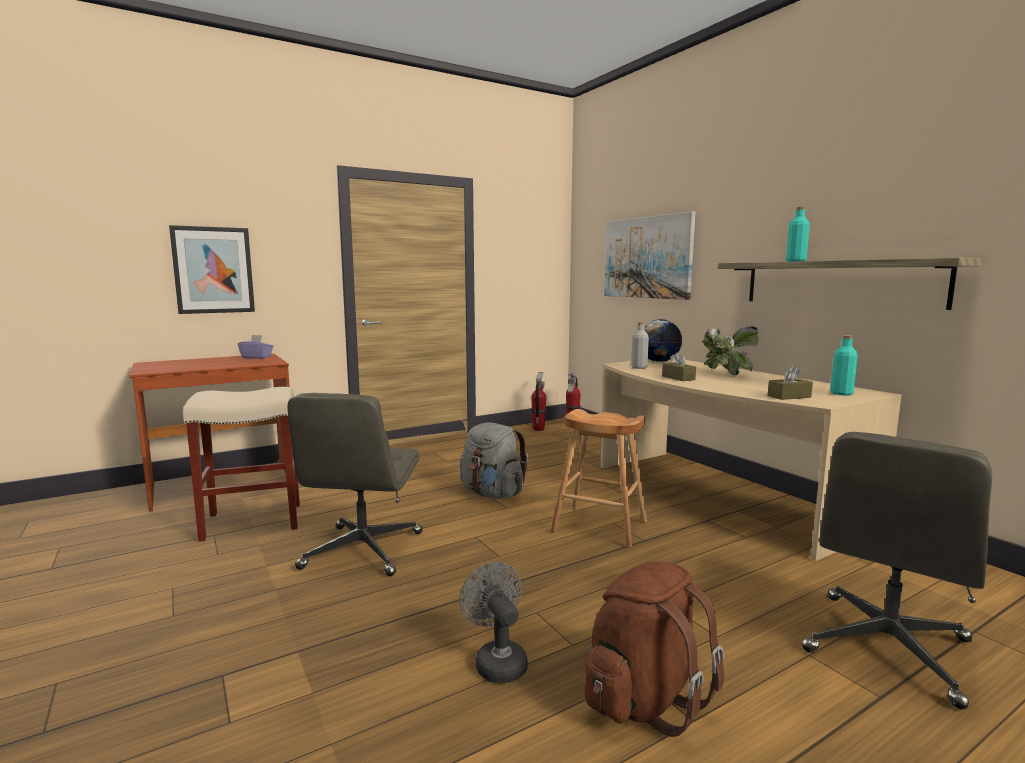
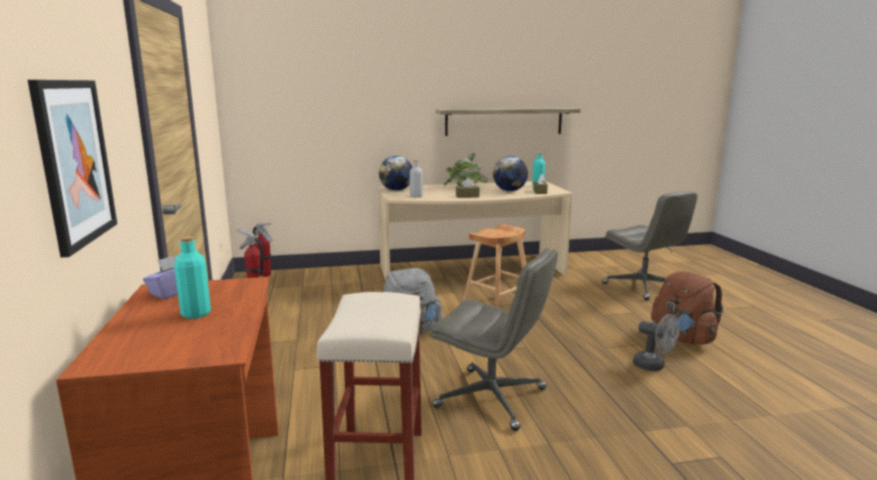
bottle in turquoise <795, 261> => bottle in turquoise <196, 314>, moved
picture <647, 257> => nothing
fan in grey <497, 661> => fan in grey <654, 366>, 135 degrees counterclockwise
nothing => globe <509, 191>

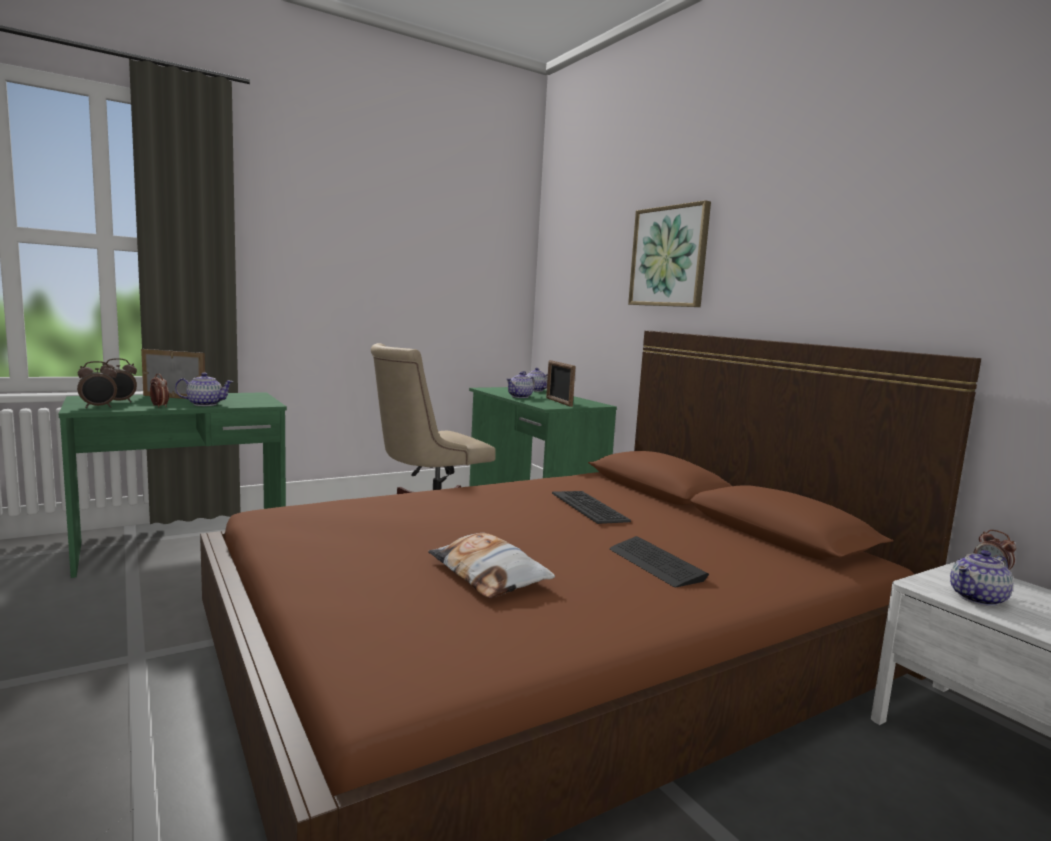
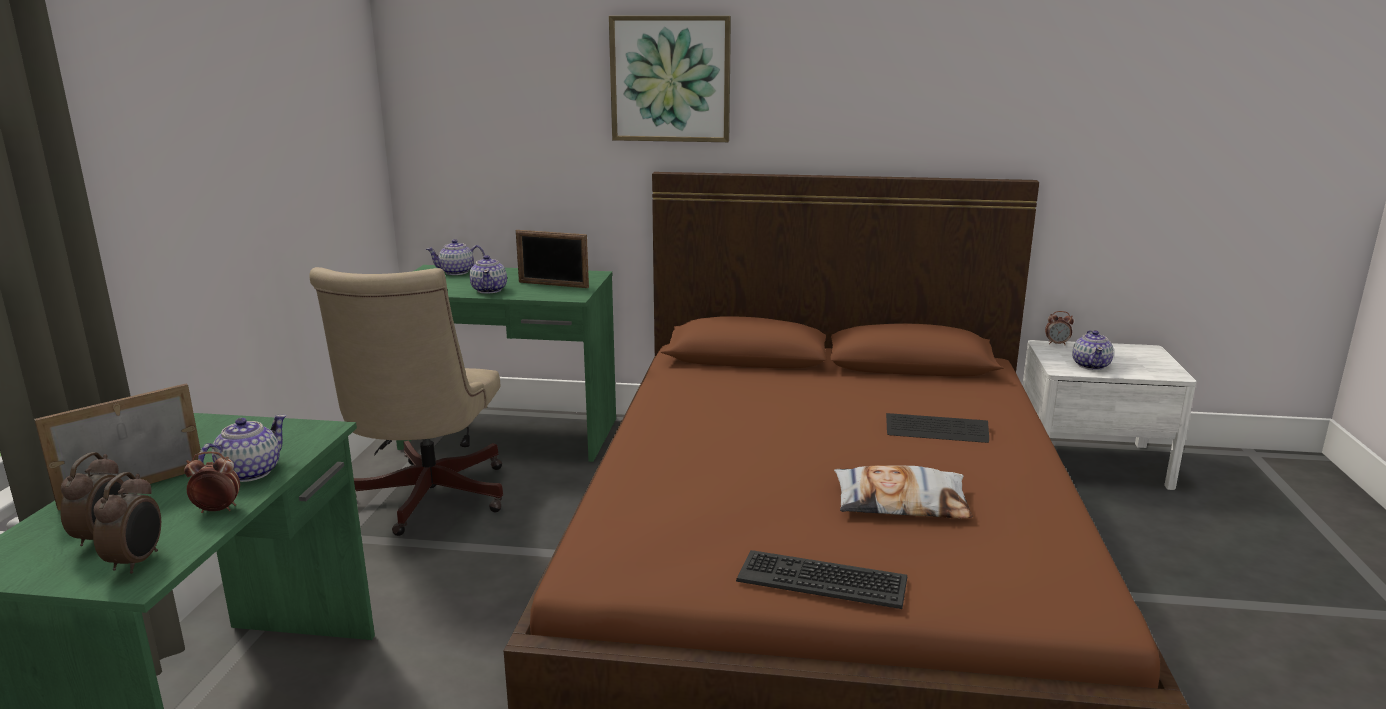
keyboard <589, 507> => keyboard <822, 579>, moved

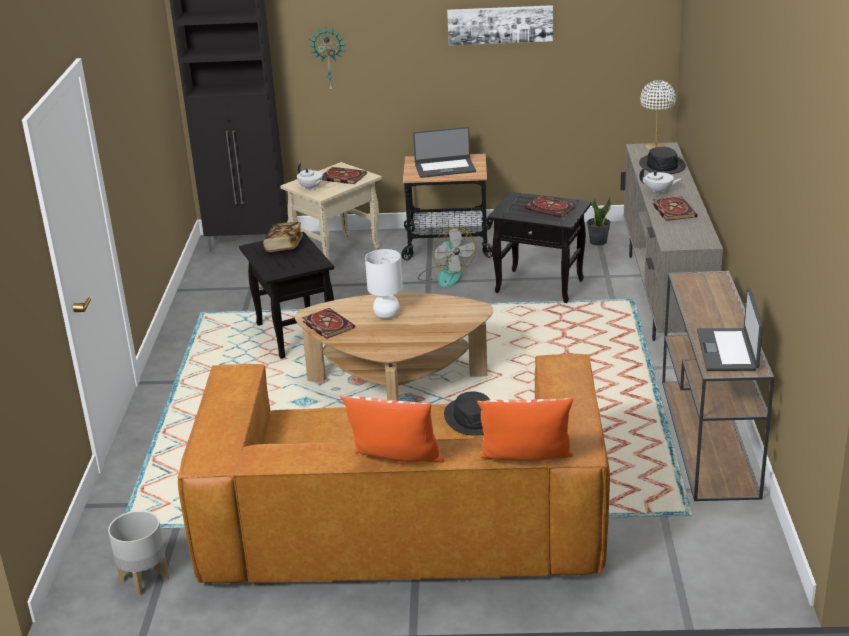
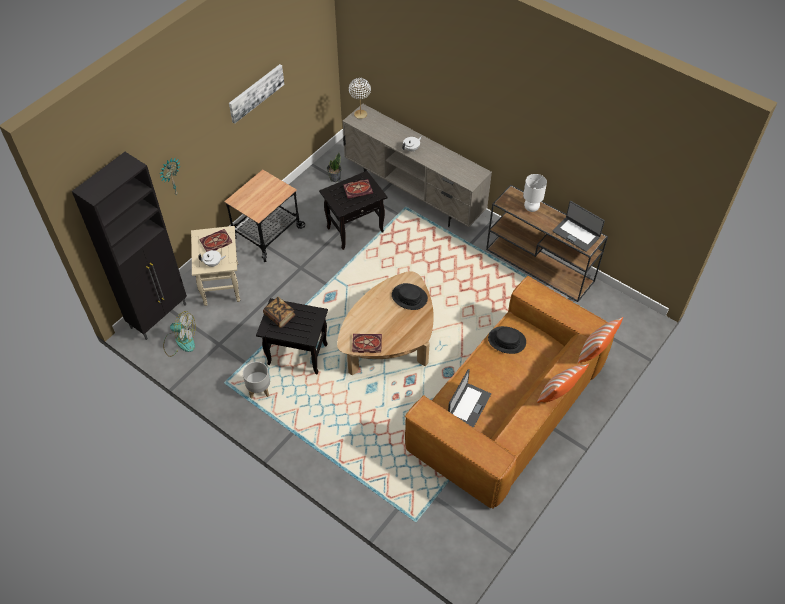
laptop <445, 168> => laptop <468, 405>, moved
hat in black <662, 165> => hat in black <409, 297>, moved
book <672, 210> => nothing
fan <445, 276> => fan <180, 342>, moved
table lamp in white <387, 315> => table lamp in white <531, 208>, moved
planter in grey <144, 580> => planter in grey <259, 390>, moved

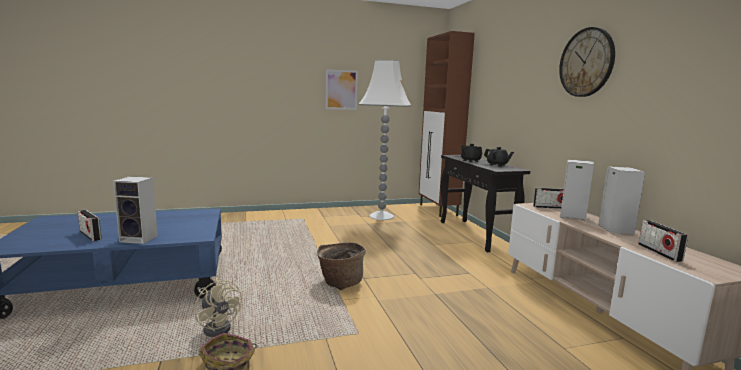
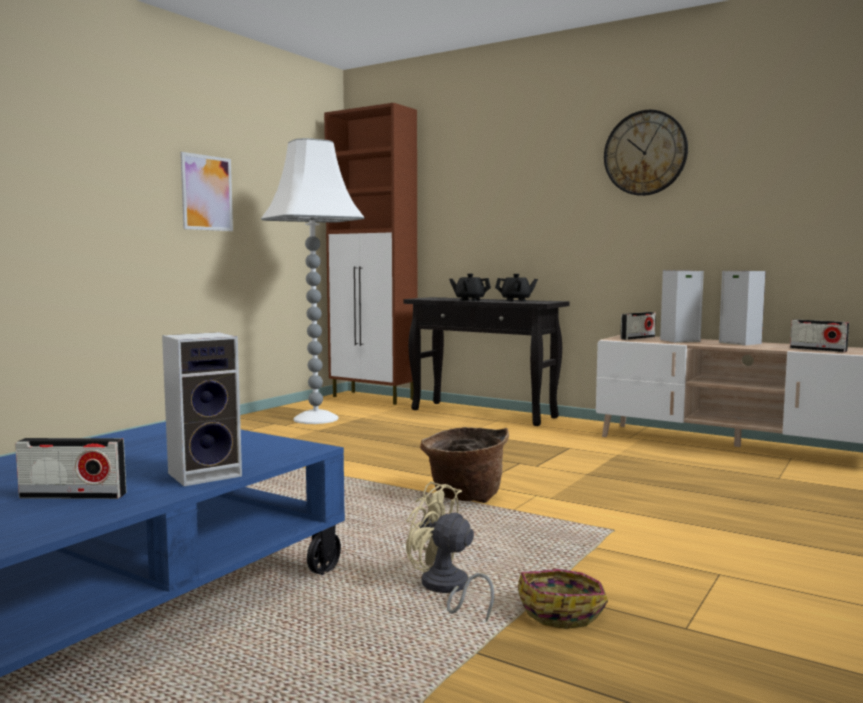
fan in beige <219, 327> => fan in beige <446, 589>, 150 degrees counterclockwise

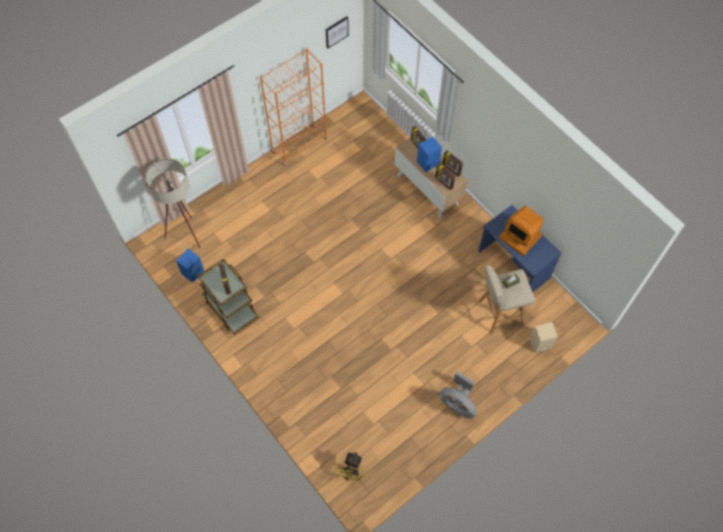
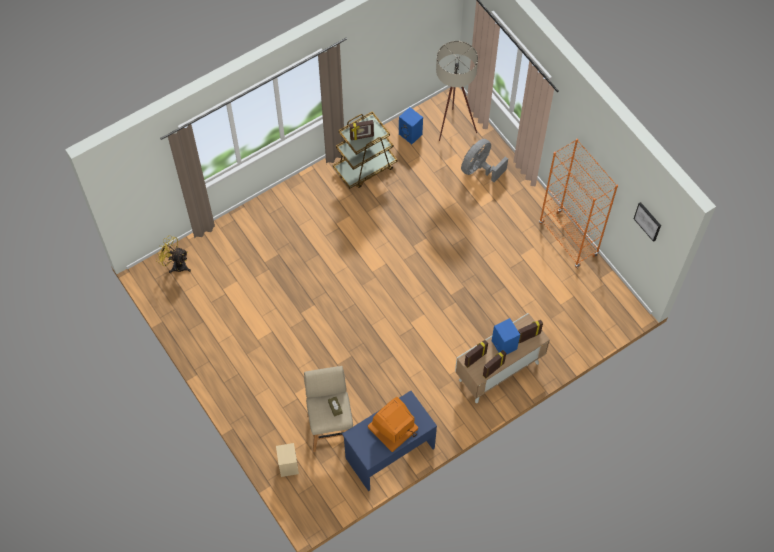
fan in grey <457, 404> => fan in grey <480, 169>, moved

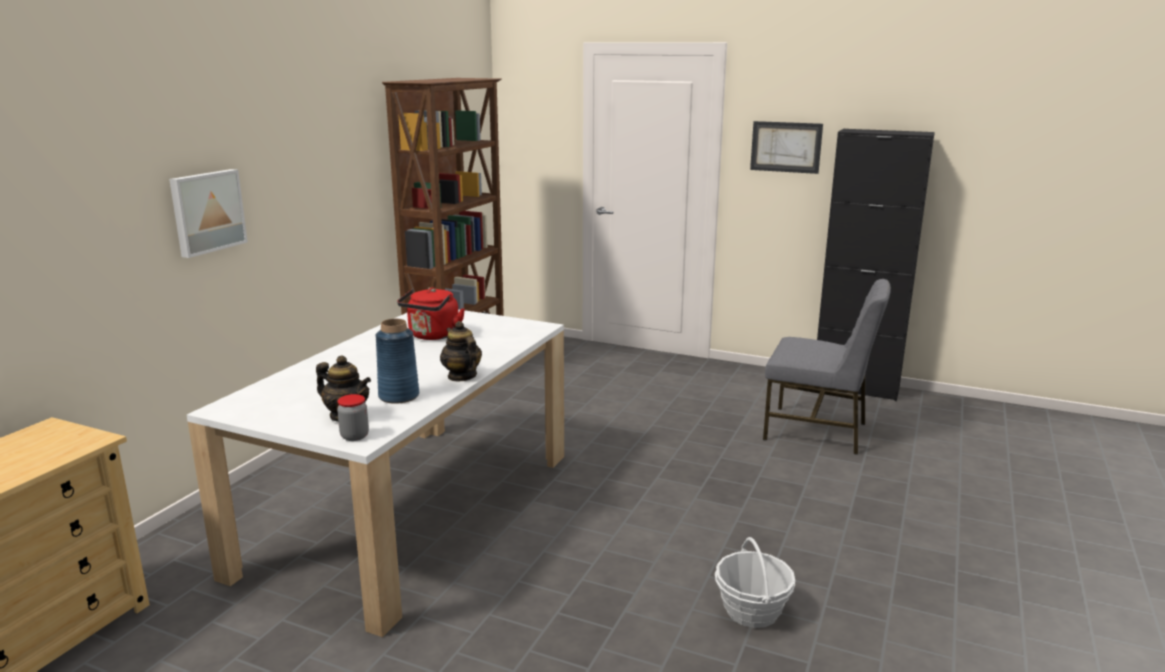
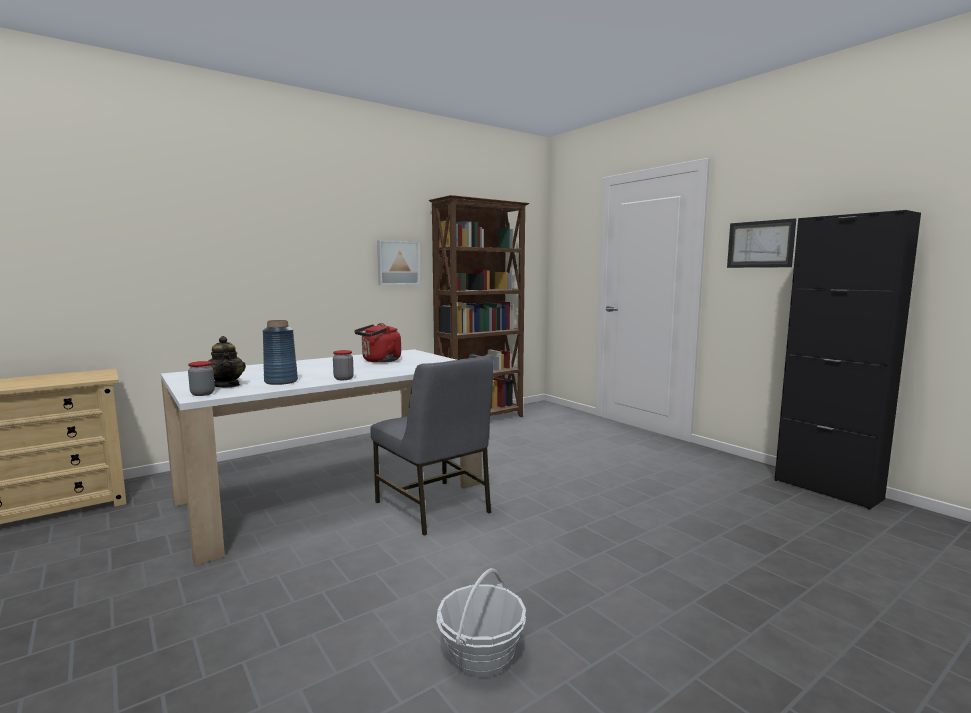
picture <206, 212> => picture <397, 263>, moved
chair in grey <817, 431> => chair in grey <434, 507>, moved
teapot <461, 376> => jar <343, 379>

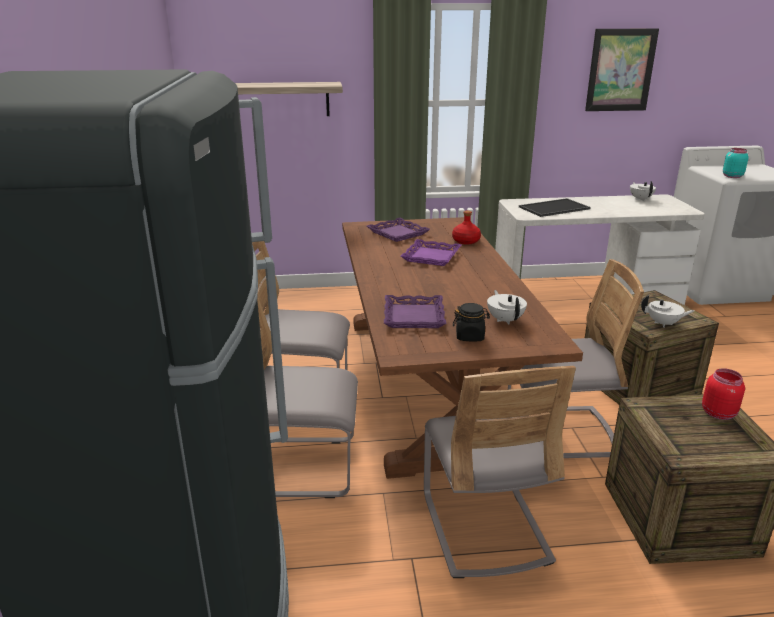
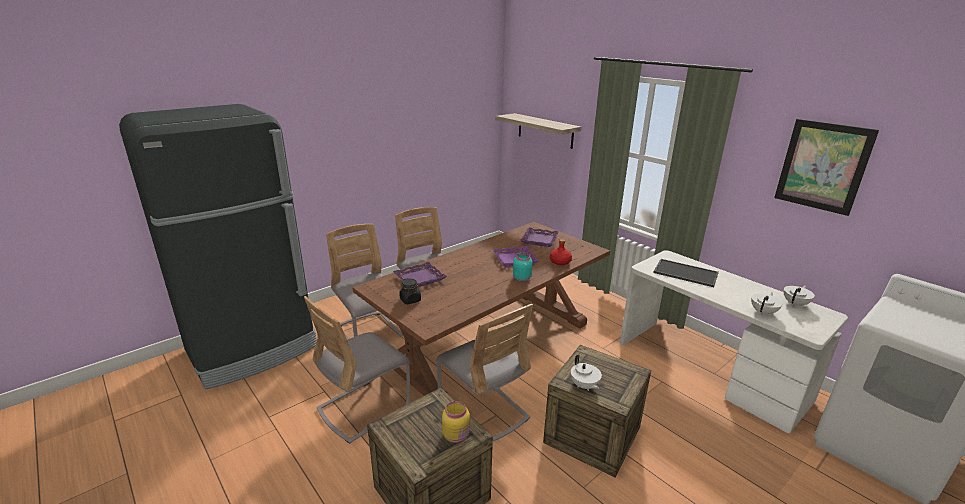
jar in turquoise <731, 176> => jar in turquoise <522, 278>, moved
teapot in white <505, 320> => teapot in white <763, 312>, moved
jar in red <718, 413> => jar in yellow <457, 435>

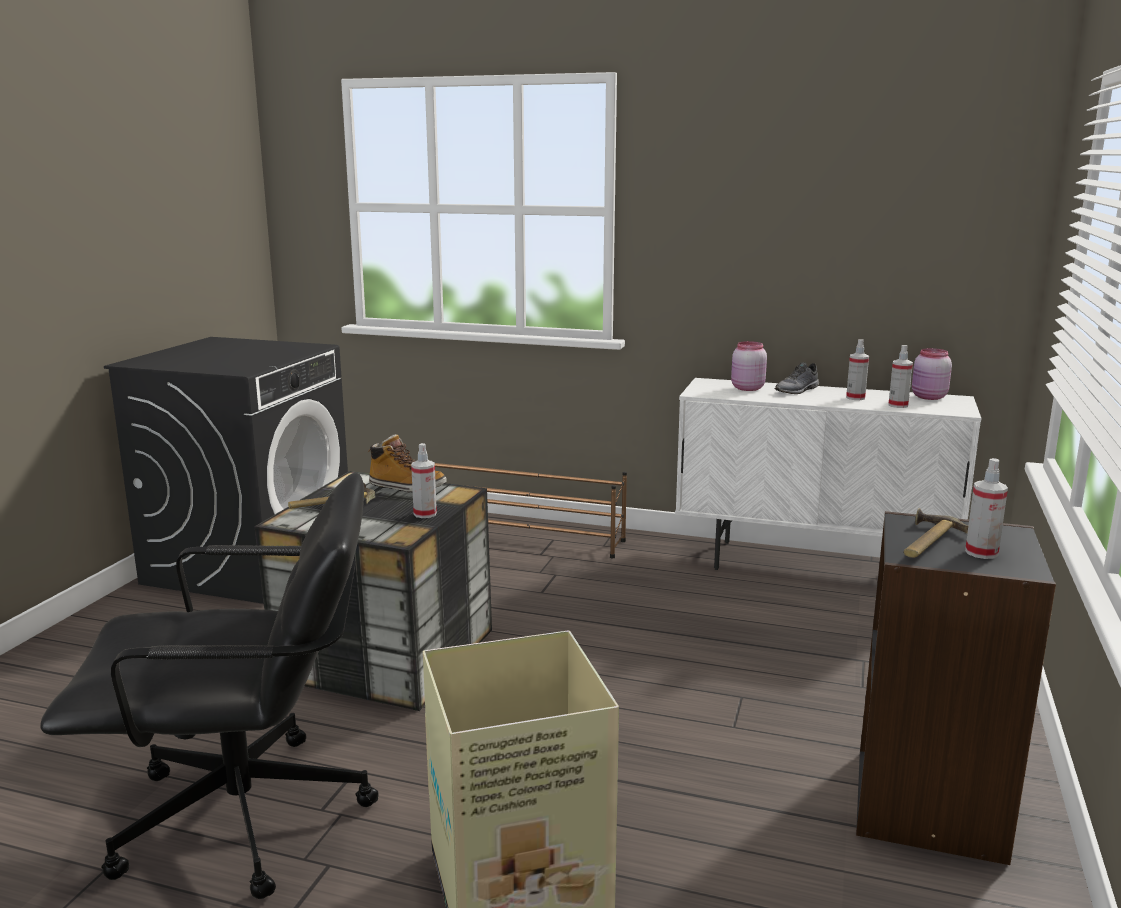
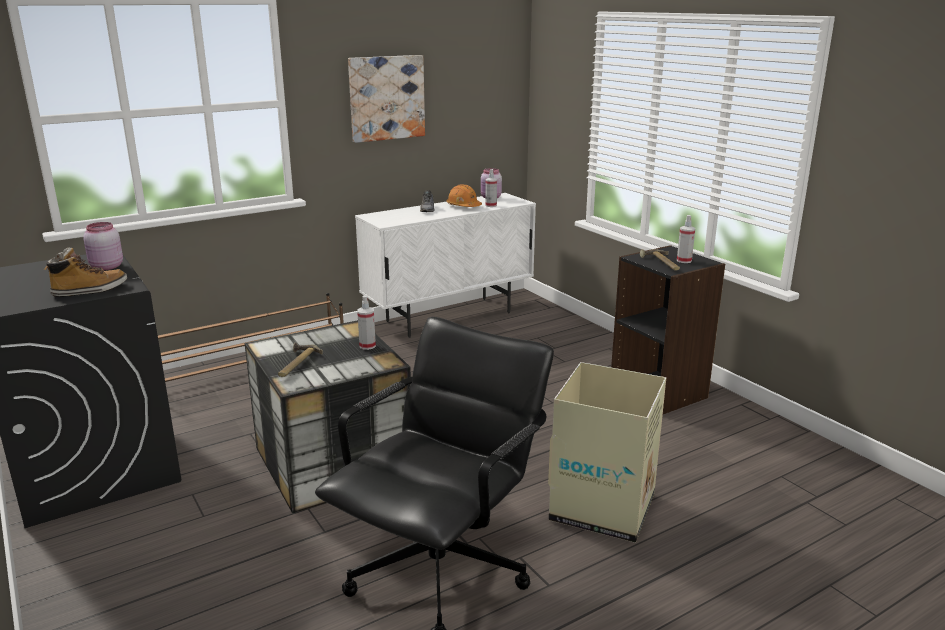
spray bottle <855, 398> => hard hat in orange <463, 206>
jar in pink <746, 388> => jar in pink <106, 267>, moved
boot <406, 487> => boot <90, 291>, moved
nothing => picture <386, 98>

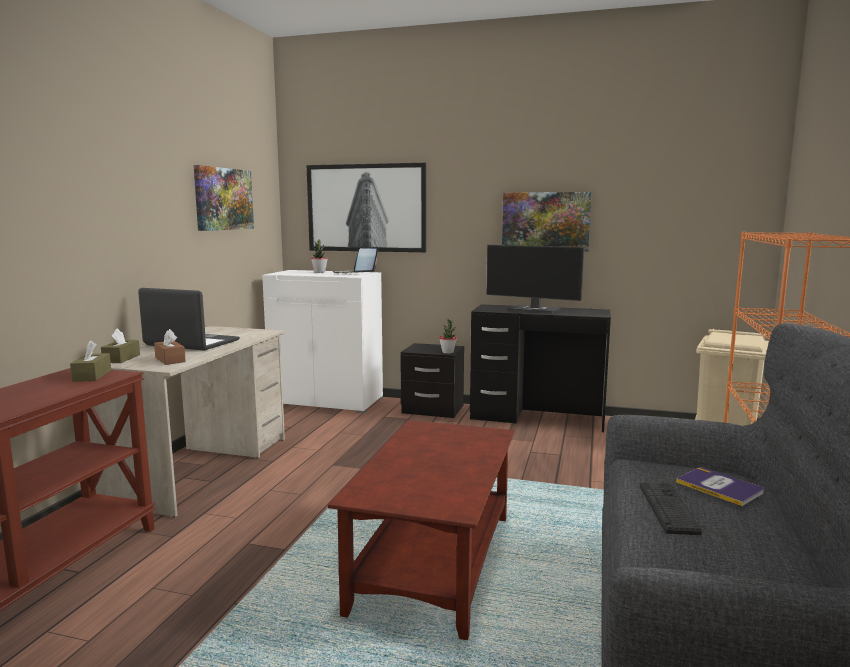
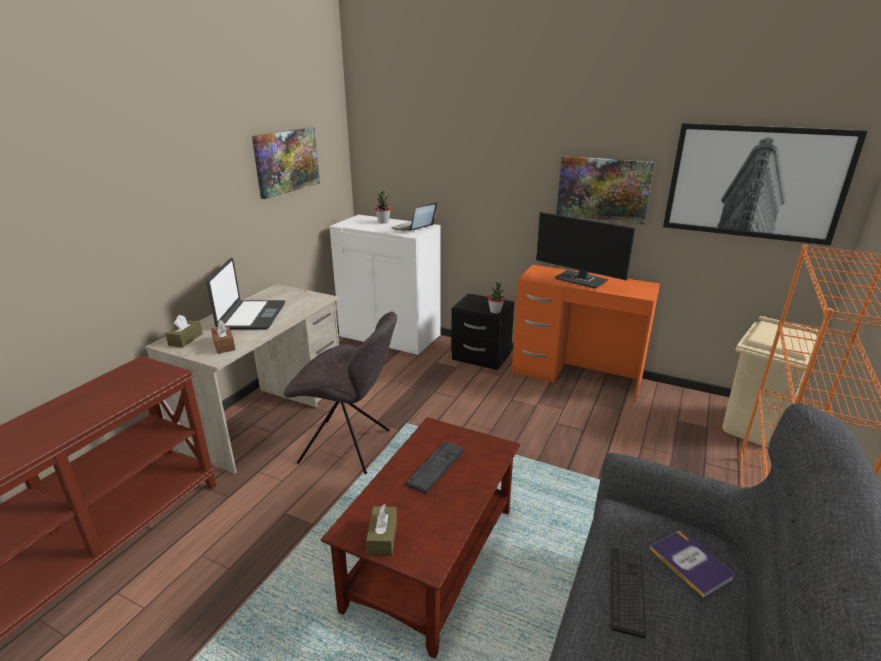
picture <366, 208> => picture <755, 183>, moved
laptop <191, 343> => laptop <251, 316>, 60 degrees clockwise
desk in black <537, 417> => desk in orange <576, 376>
tissue box in brown <92, 375> => tissue box in brown <382, 537>, moved
nothing => chair in grey <348, 447>
nothing => keyboard <435, 467>

